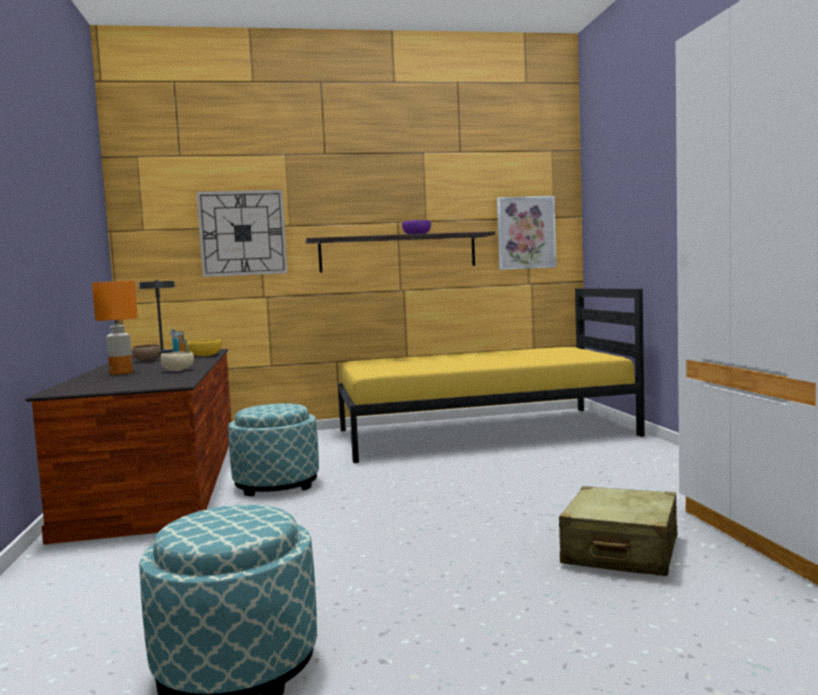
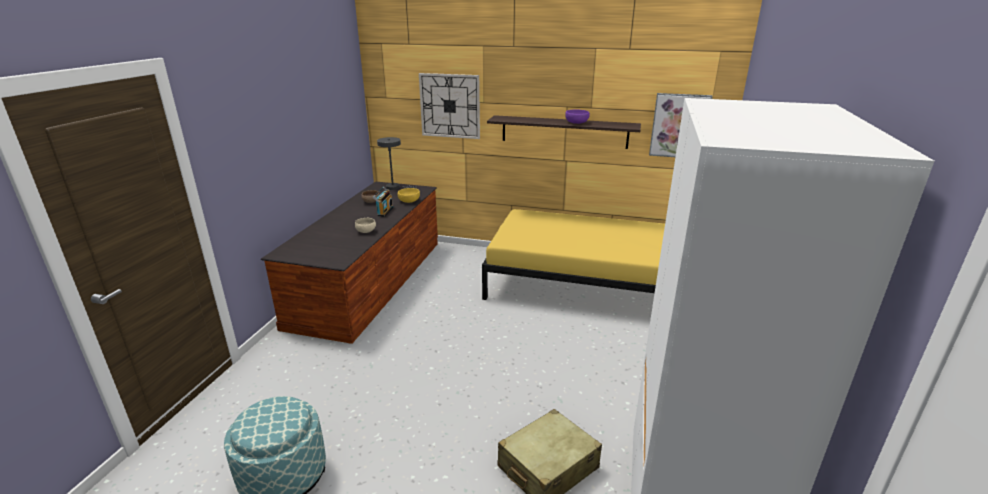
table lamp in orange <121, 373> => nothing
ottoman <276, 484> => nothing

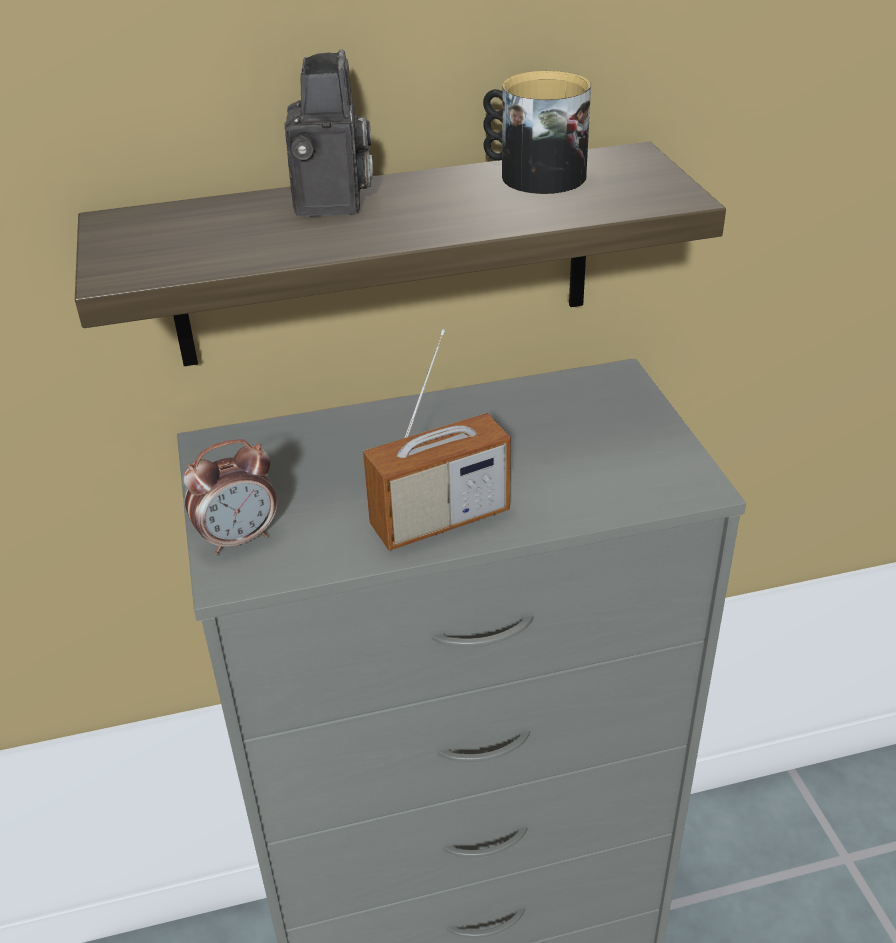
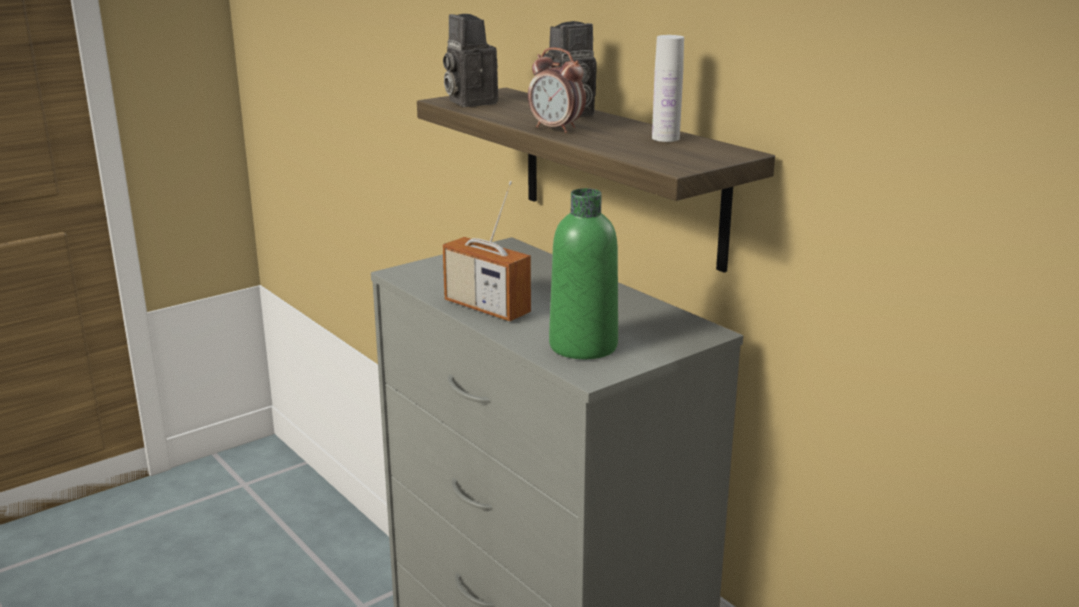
mug <533, 175> => bottle in white <665, 138>
alarm clock <239, 539> => alarm clock <556, 129>, moved
nothing => photo camera <469, 101>
nothing => bottle in green <583, 346>

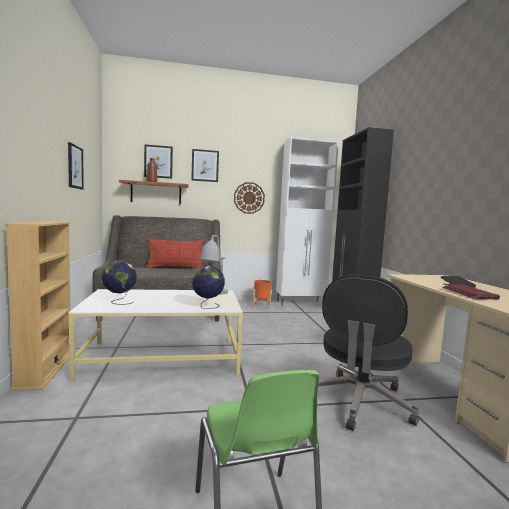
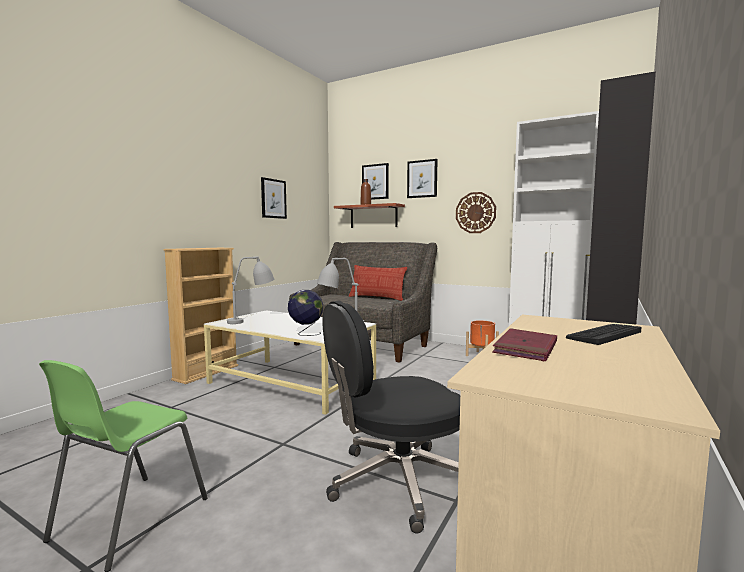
globe <119, 301> => table lamp in grey <253, 320>

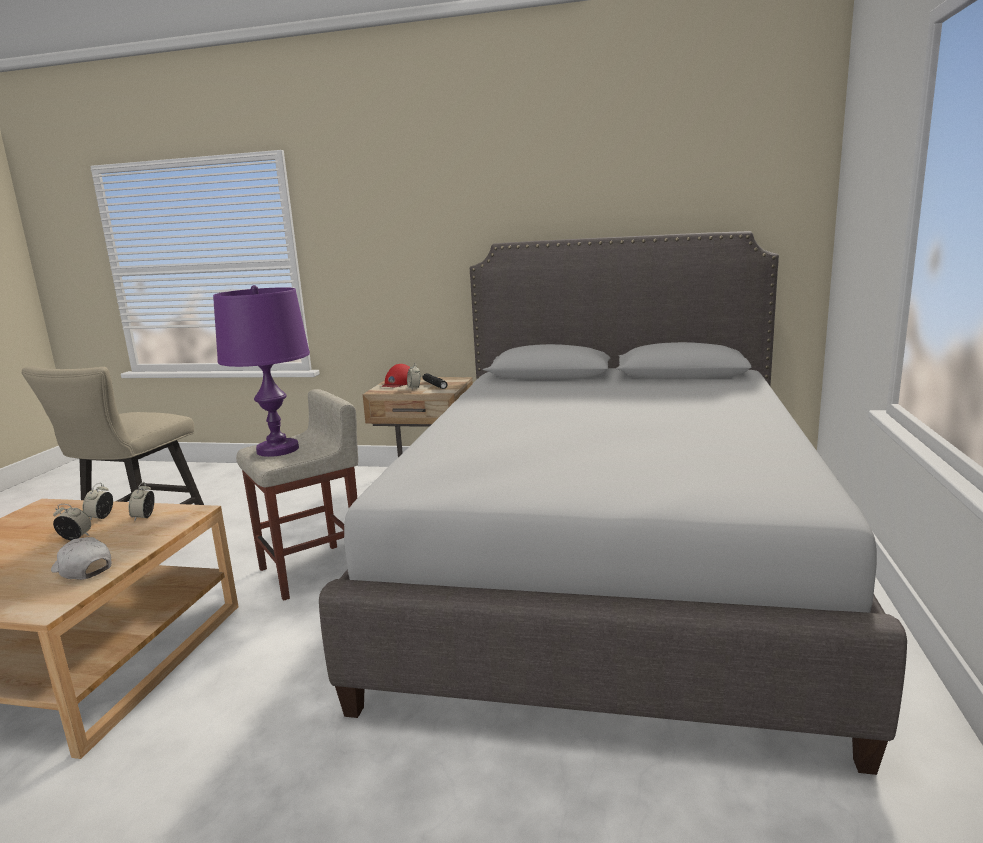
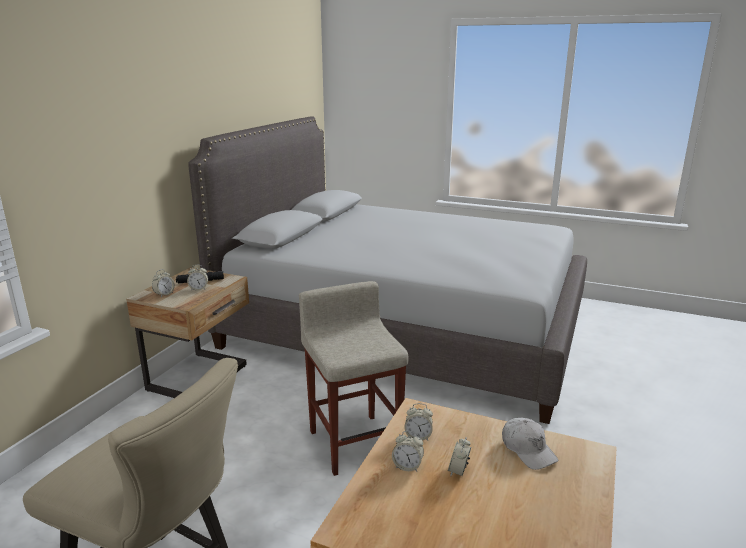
table lamp in purple <277, 450> => nothing
cap in red <398, 383> => alarm clock <164, 294>
cap in white <82, 569> => cap in white <528, 450>, 75 degrees counterclockwise

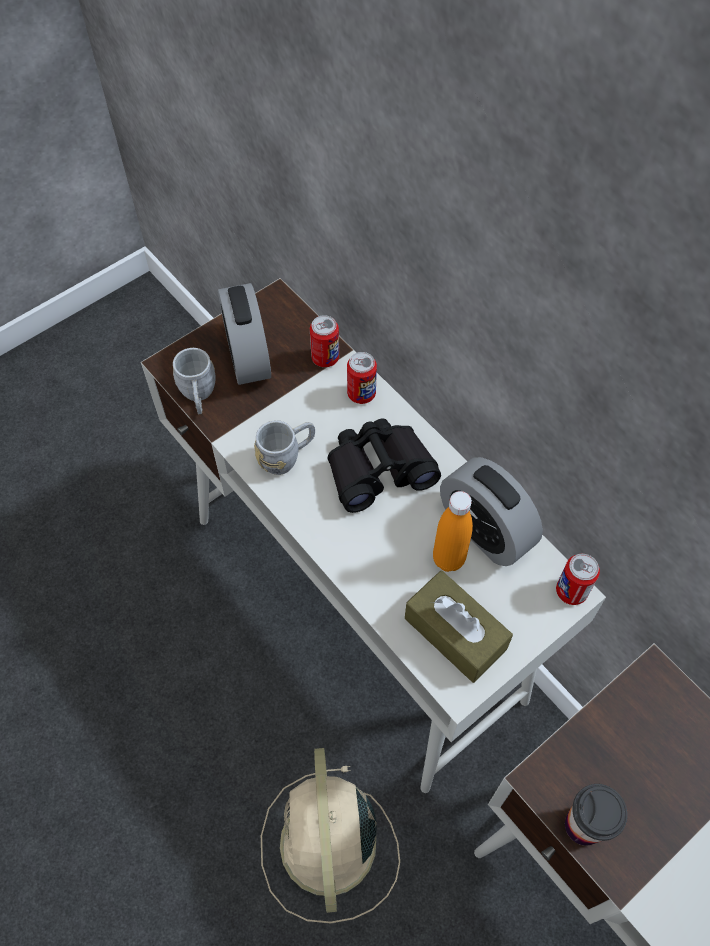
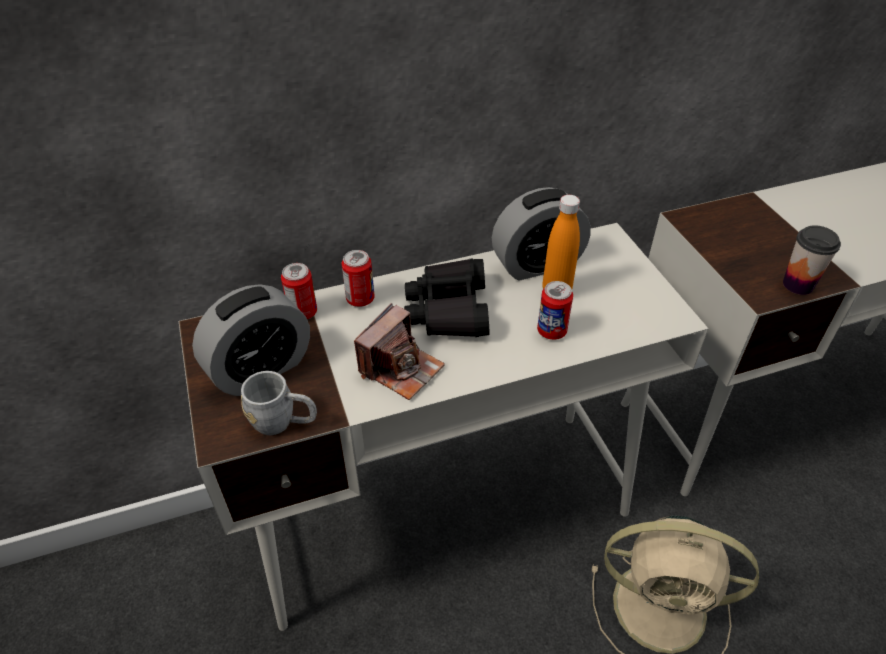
alarm clock <248, 357> => alarm clock <260, 369>, 45 degrees counterclockwise
mug in grey <287, 456> => photo camera <401, 368>
can <571, 591> => can <551, 331>, moved
tissue box in brown <455, 633> => nothing

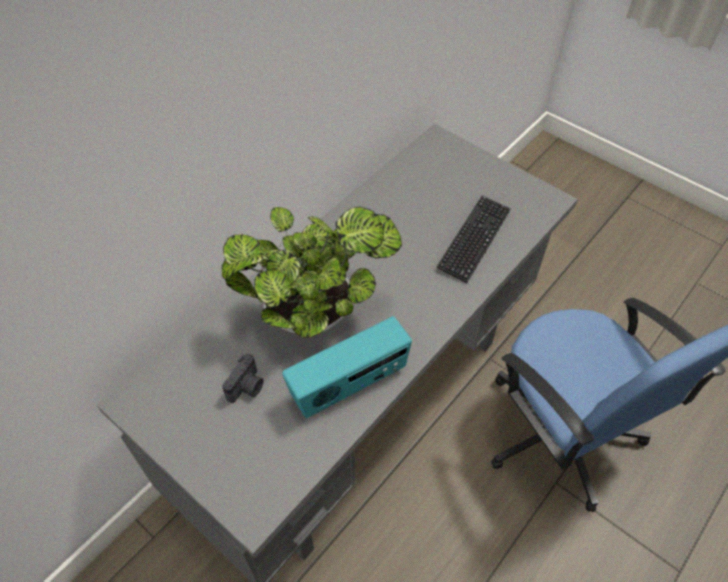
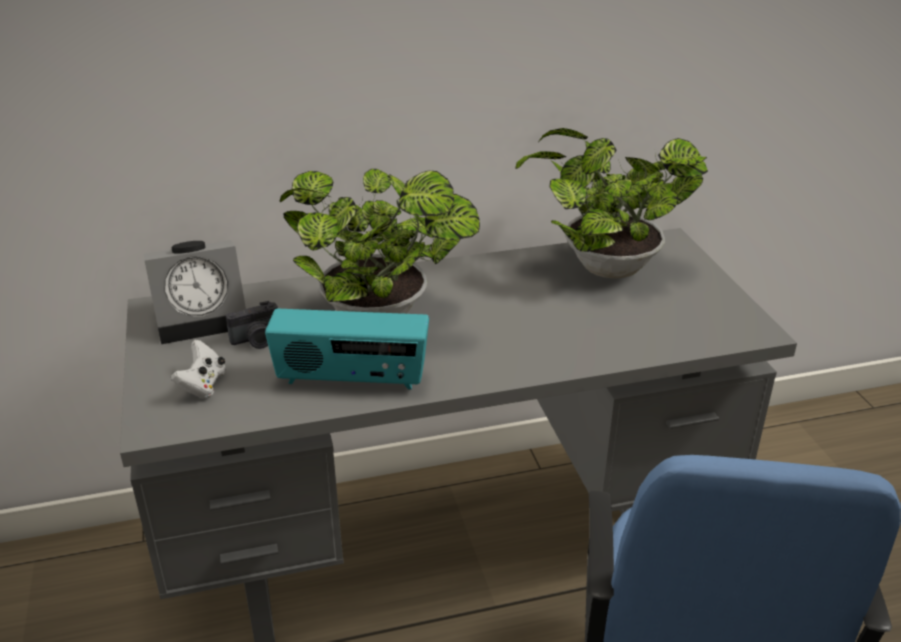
keyboard <474, 239> => nothing
nothing => potted plant <603, 268>
nothing => alarm clock <204, 318>
nothing => game controller in white <203, 385>

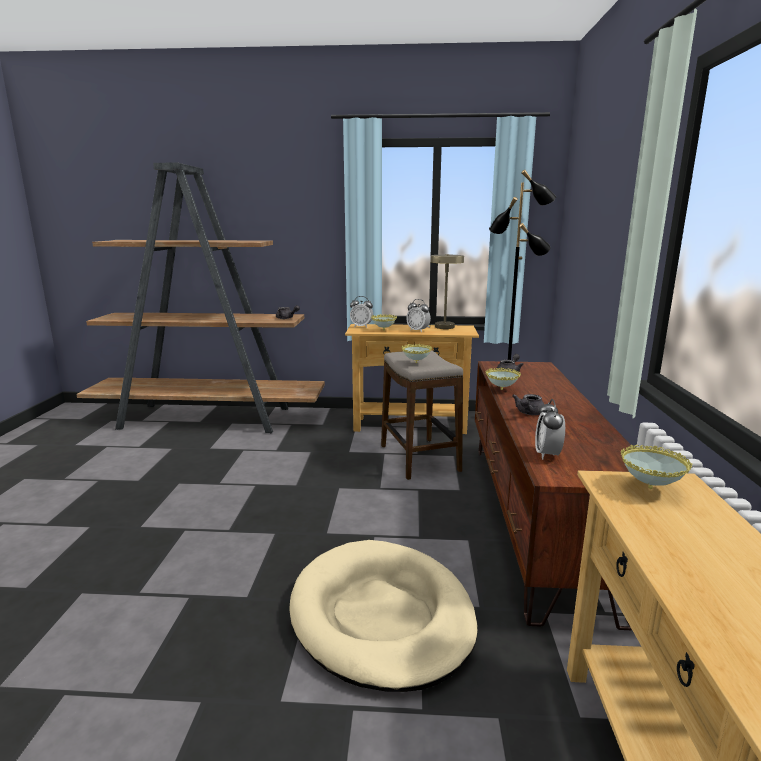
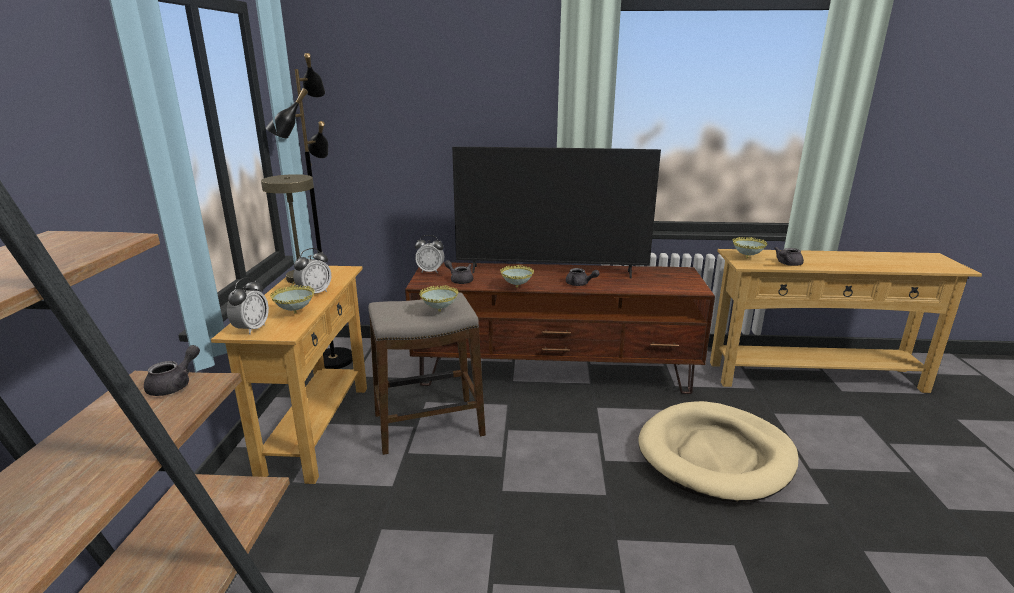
alarm clock <547, 454> => alarm clock <430, 271>, moved
nothing => television <551, 271>
nothing => teapot in grey <787, 264>

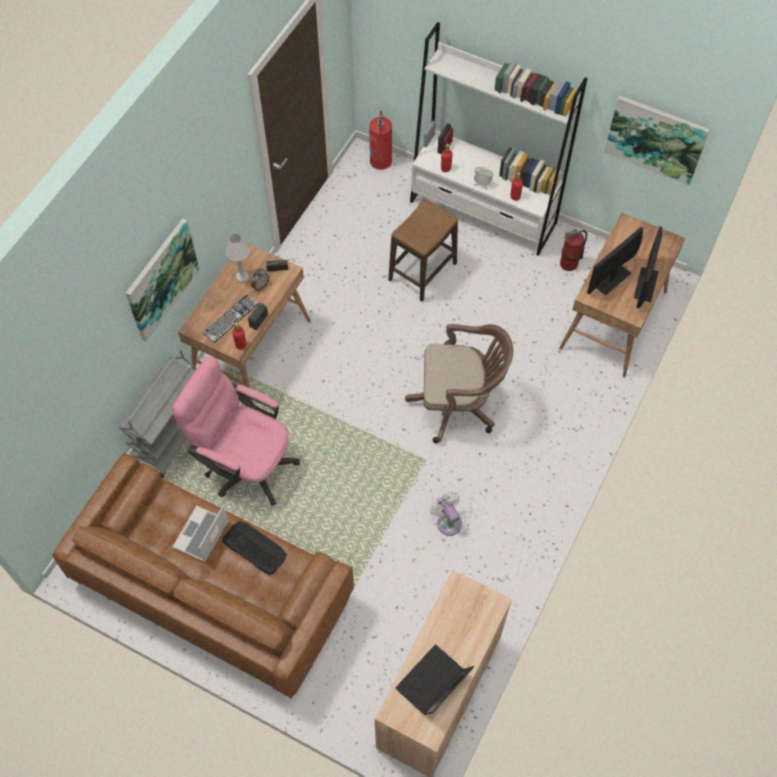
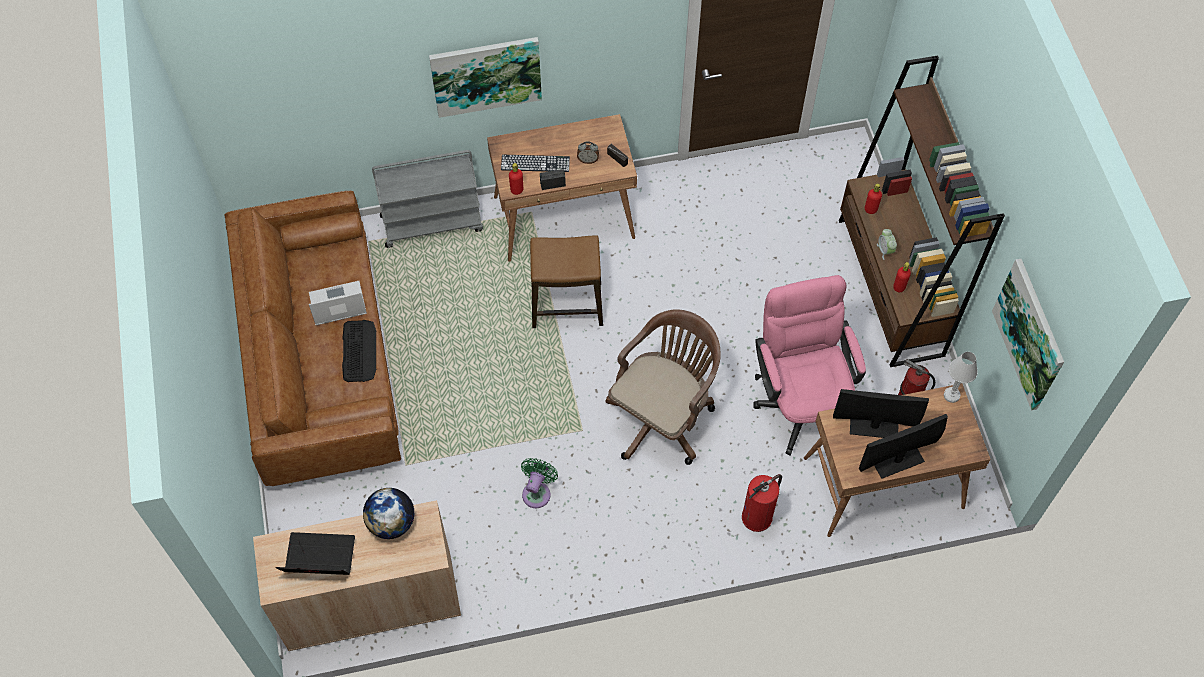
bookcase in white <483, 212> => bookcase in brown <890, 287>
fire extinguisher <381, 160> => fire extinguisher <758, 517>, moved
stool <422, 272> => stool <566, 305>, moved
table lamp in white <242, 277> => table lamp in white <951, 395>, moved
office chair in brown <458, 404> => office chair in brown <663, 416>, 105 degrees counterclockwise
office chair in pink <245, 464> => office chair in pink <800, 400>, moved
fan in white <447, 521> => fan in green <537, 492>
nothing => globe <391, 523>

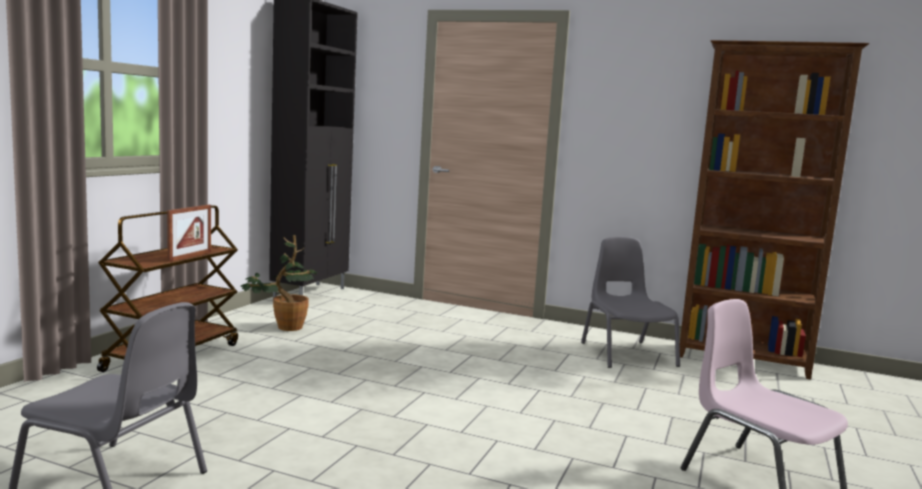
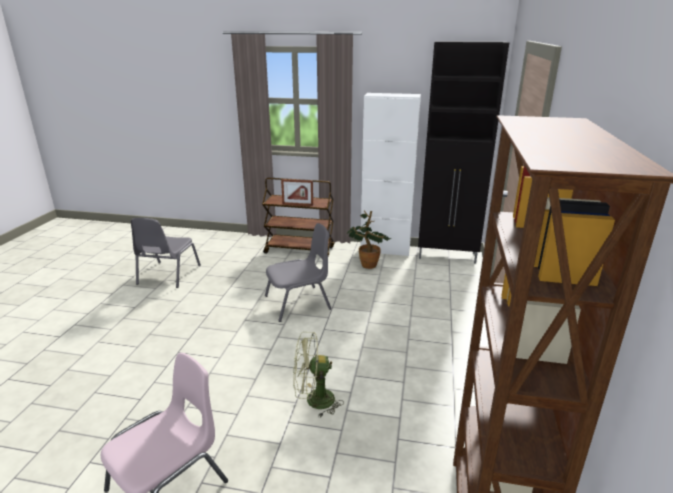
chair in grey <627, 354> => chair in grey <299, 303>, moved
nothing => cabinet in white <385, 249>
nothing => fan in green <313, 401>

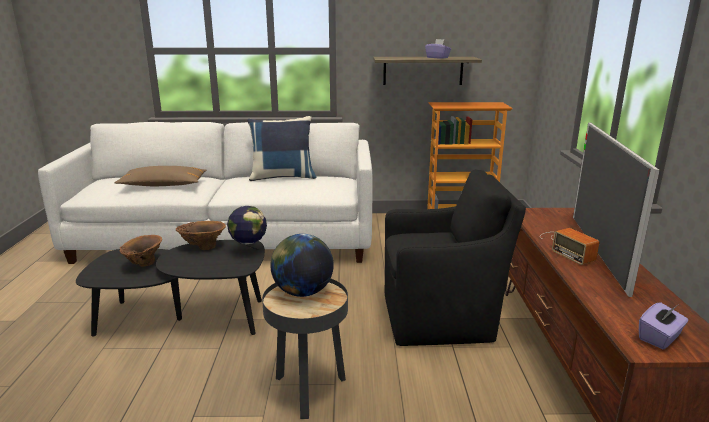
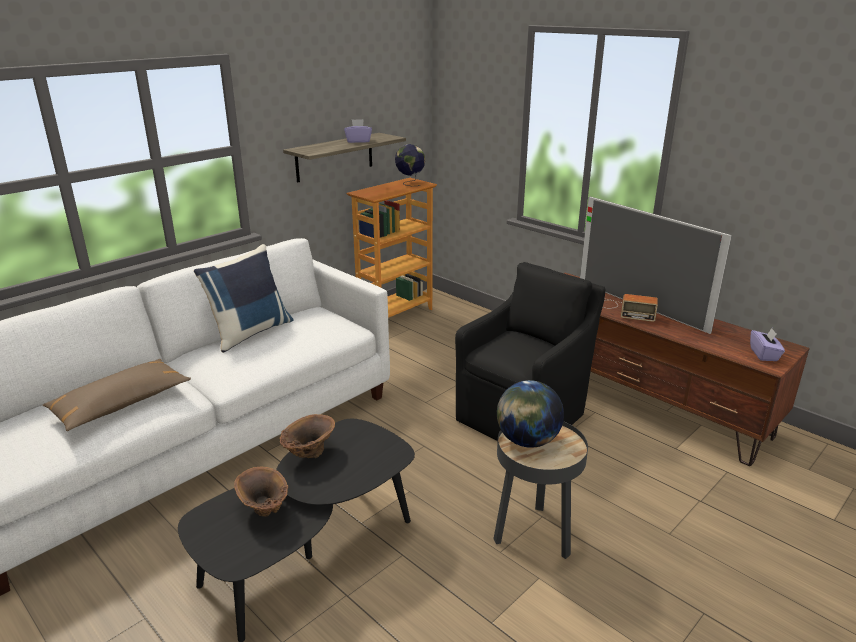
globe <249, 252> => globe <410, 183>, moved

